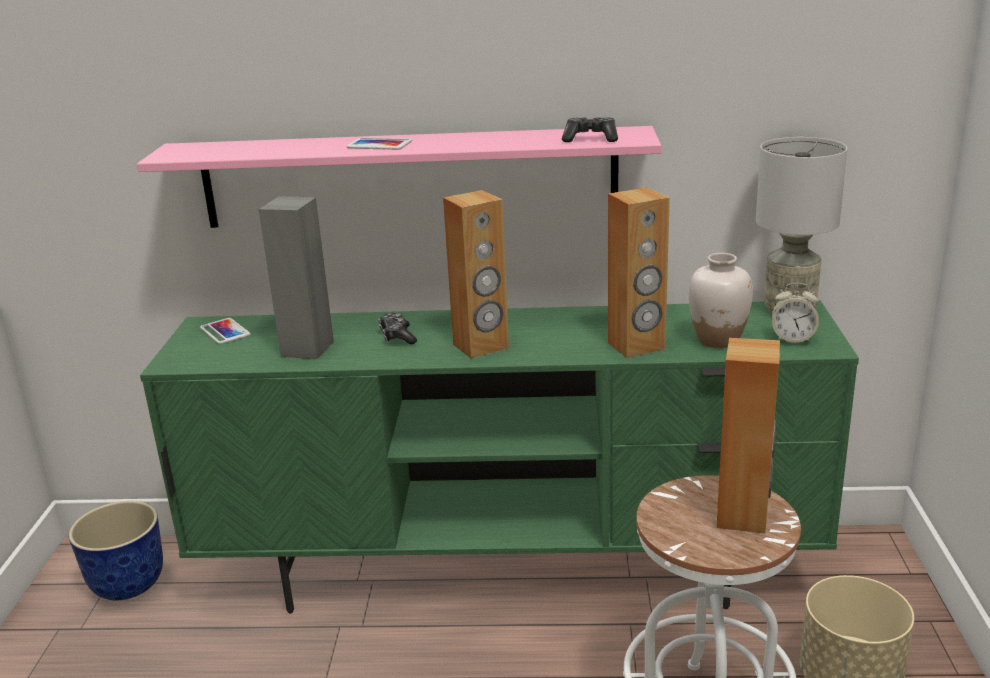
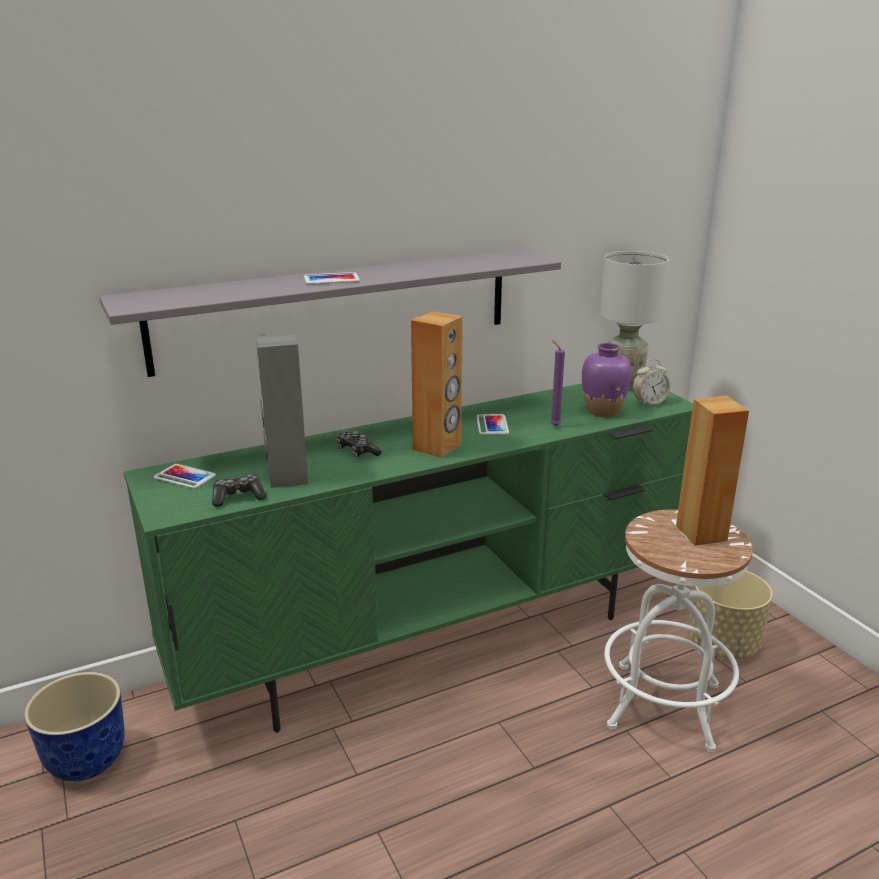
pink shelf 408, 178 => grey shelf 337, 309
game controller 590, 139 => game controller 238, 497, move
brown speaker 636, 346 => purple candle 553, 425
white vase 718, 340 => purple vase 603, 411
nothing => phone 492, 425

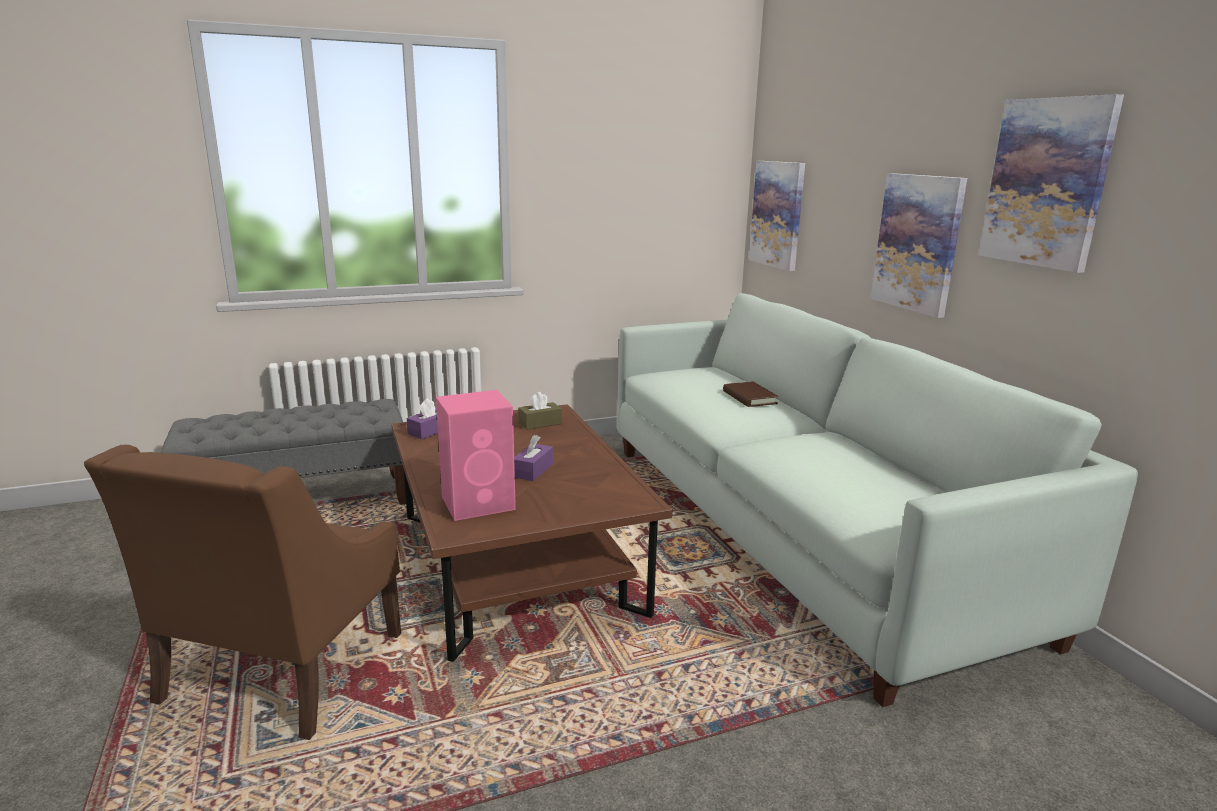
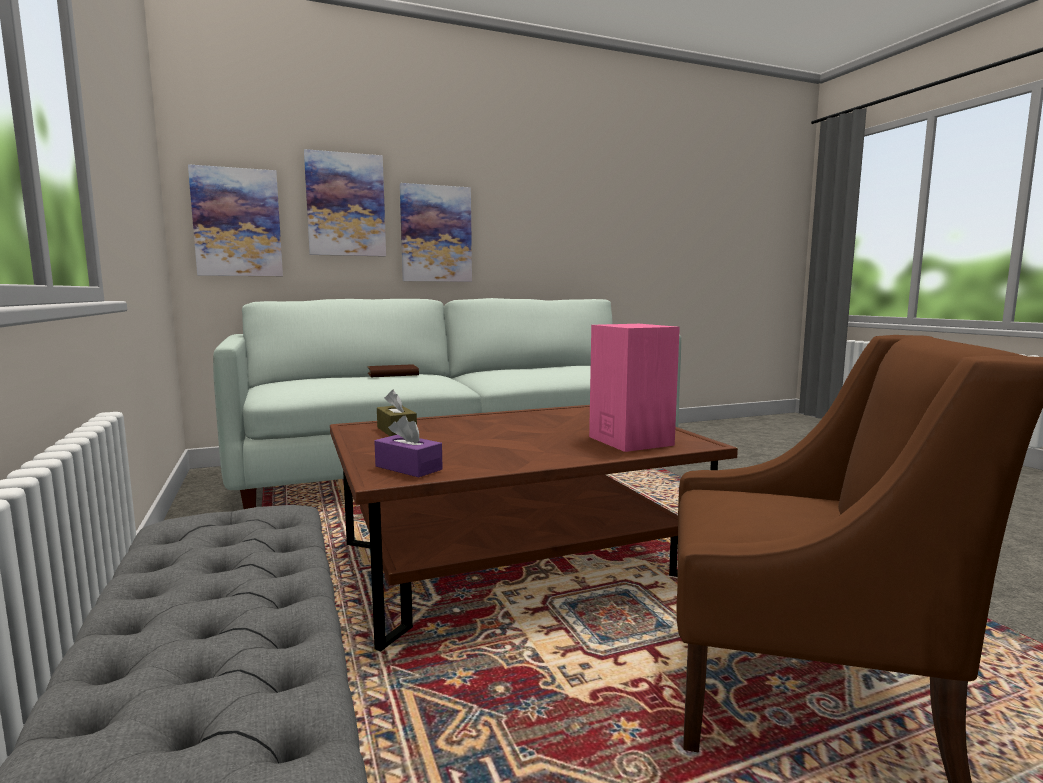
purple tissue box 532, 470 => nothing
picture 1047, 183 => picture 345, 205, move

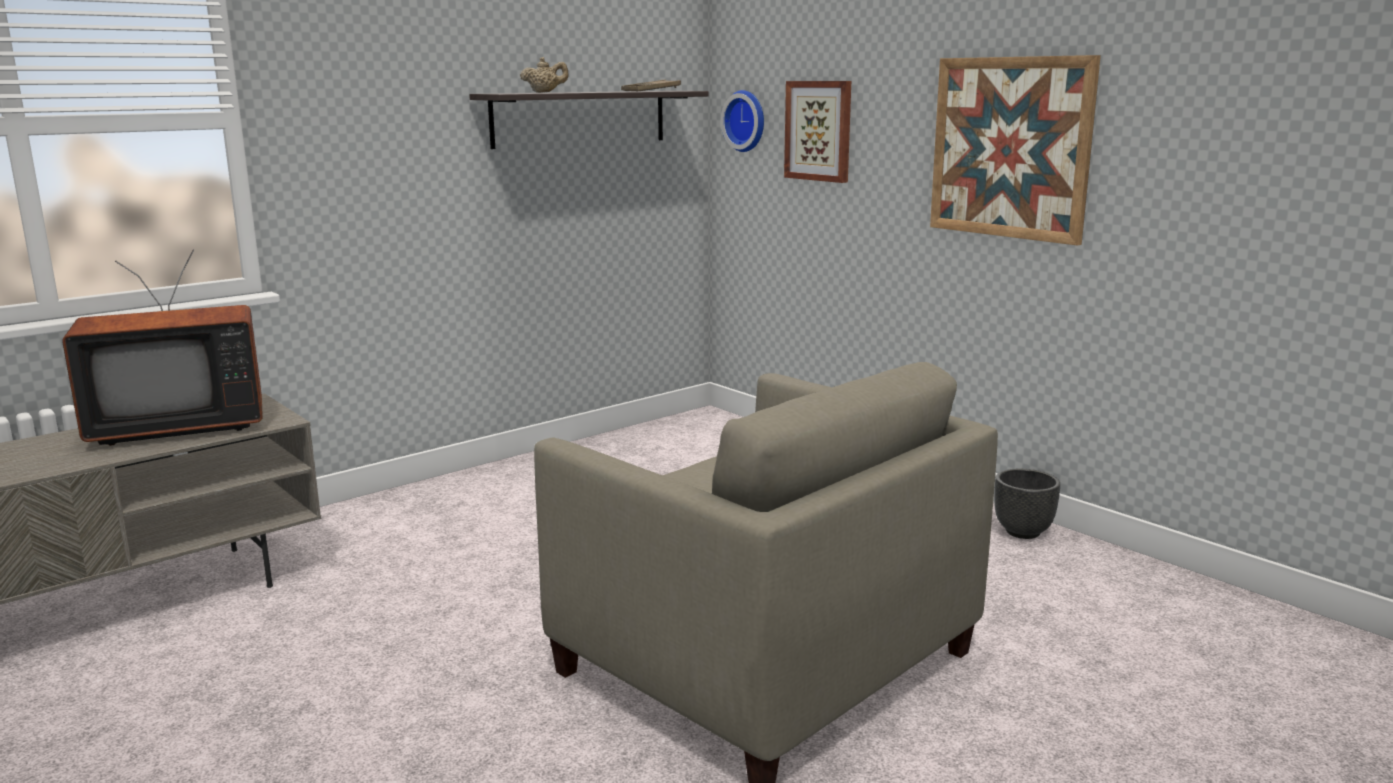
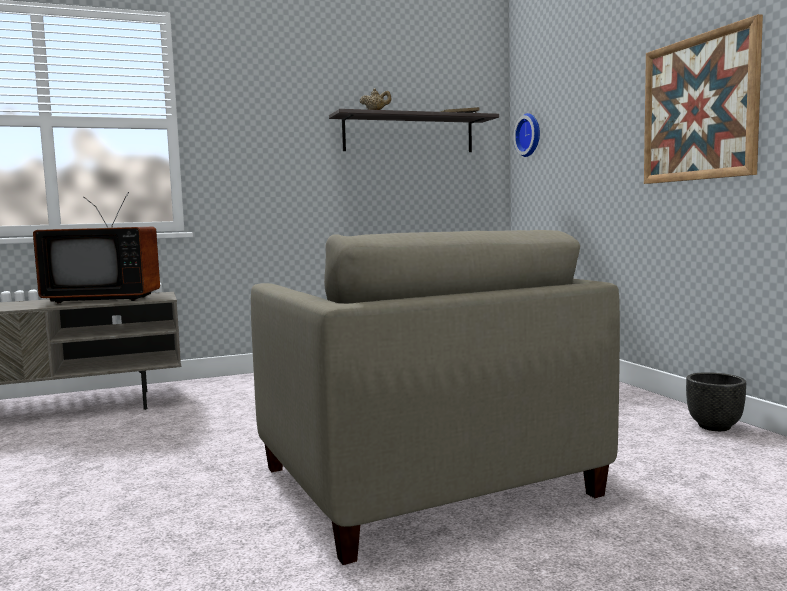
picture 819, 130 => nothing

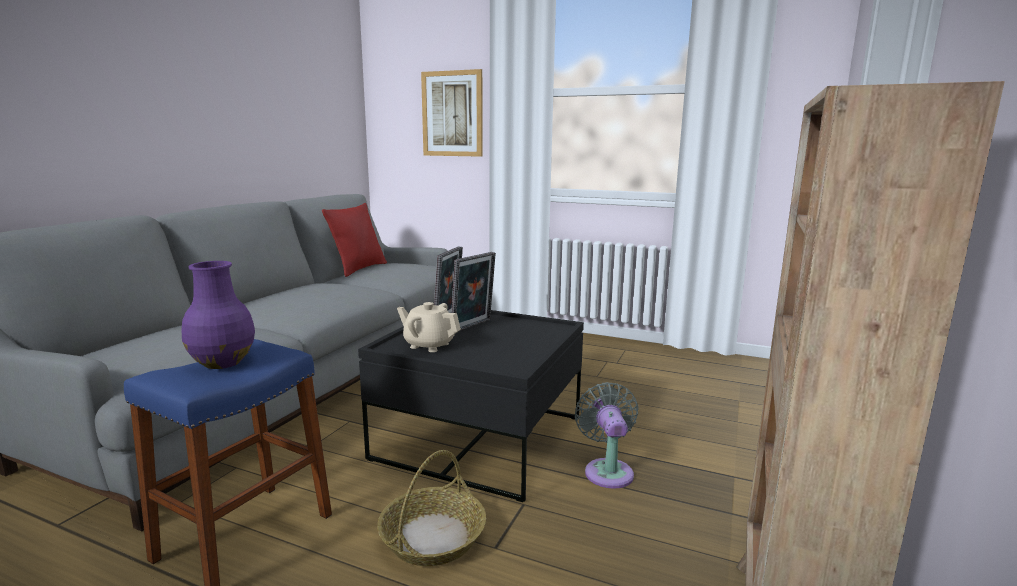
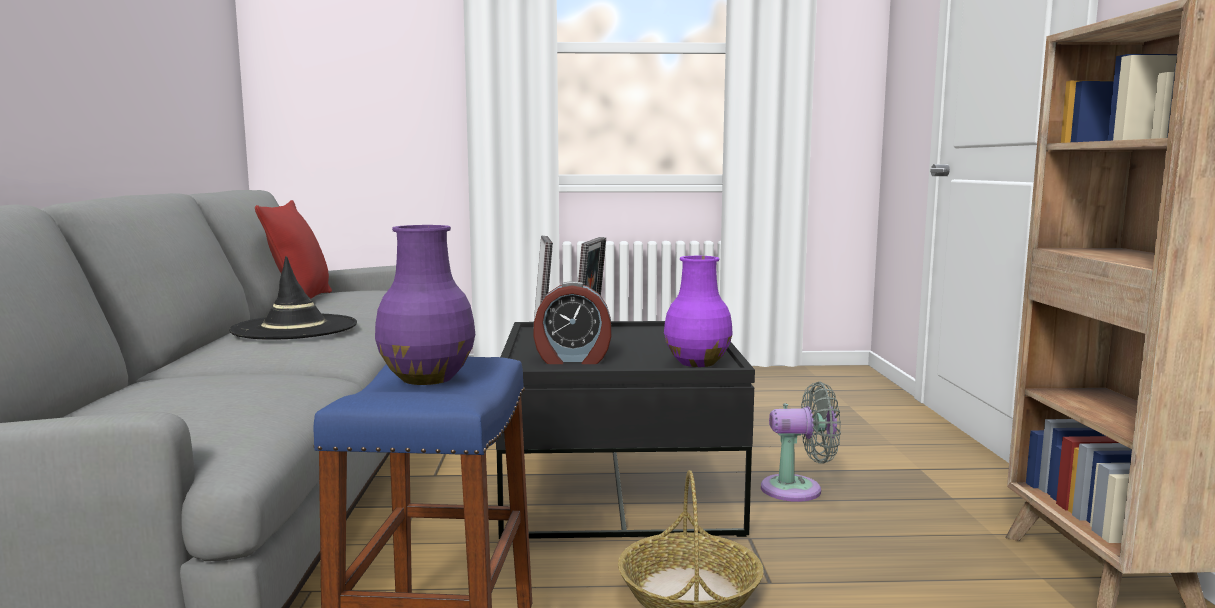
beige teapot 429, 345 => alarm clock 572, 360
picture 452, 114 => nothing
grey fan 607, 470 => grey fan 798, 489, 120 degrees clockwise
nothing => black hat 295, 328
nothing => purple vase 697, 363

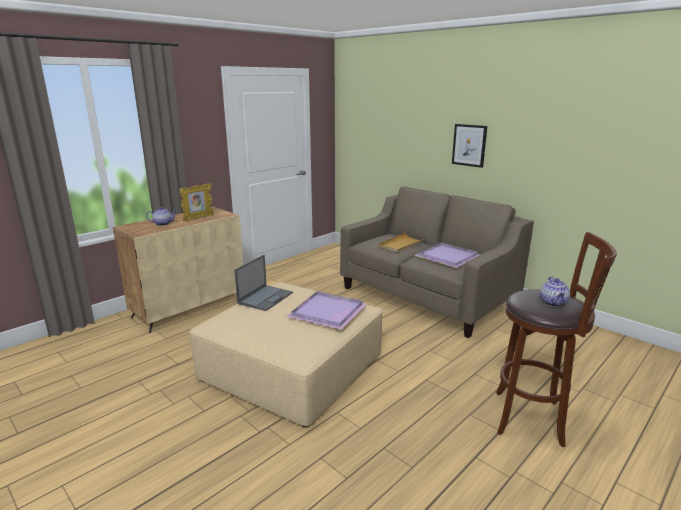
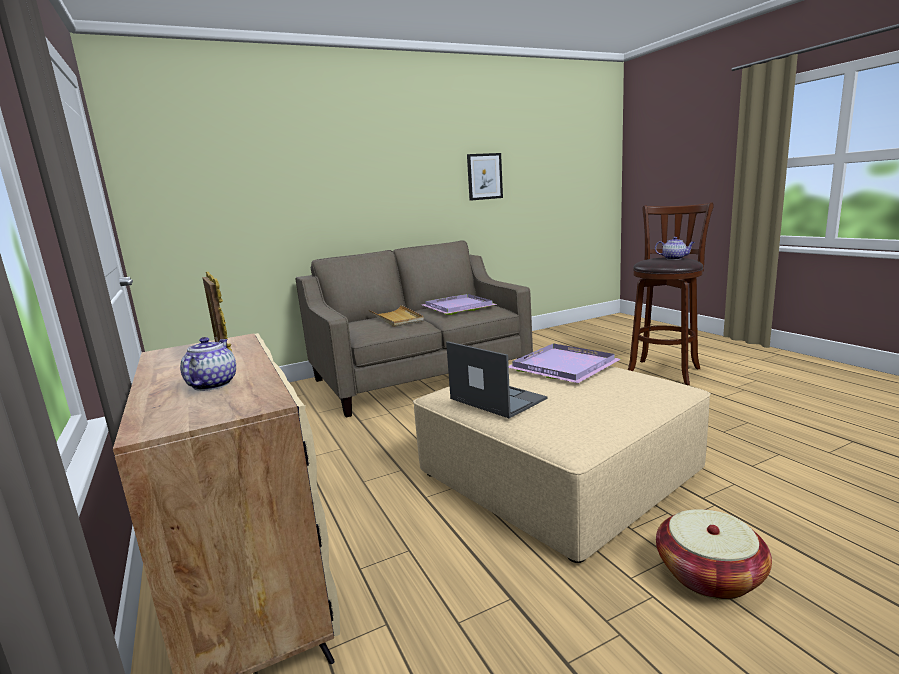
picture 469, 145 => picture 484, 176, move
nothing => basket 709, 575

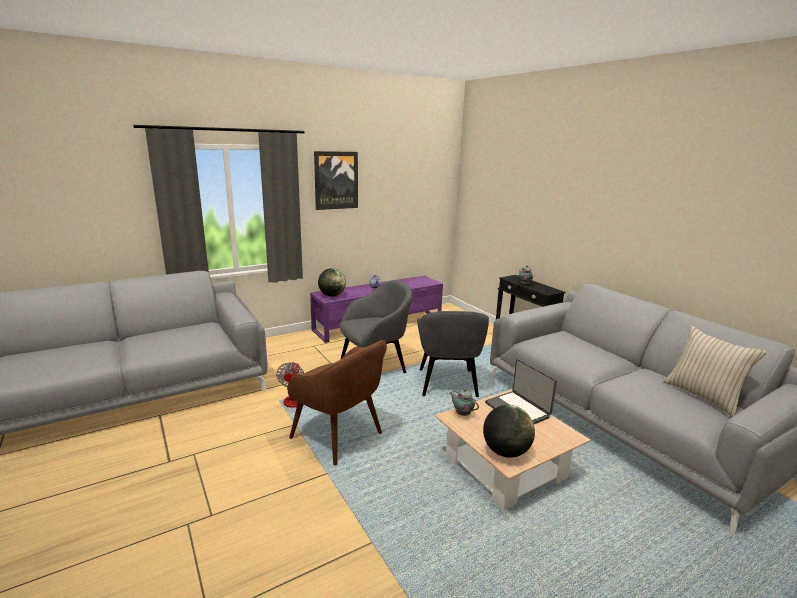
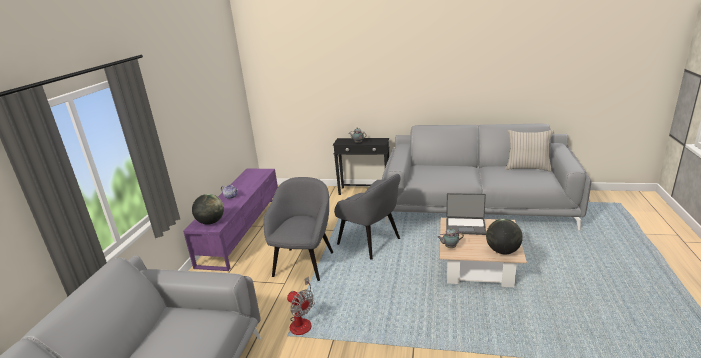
brown armchair 338, 436 => nothing
picture 336, 180 => nothing

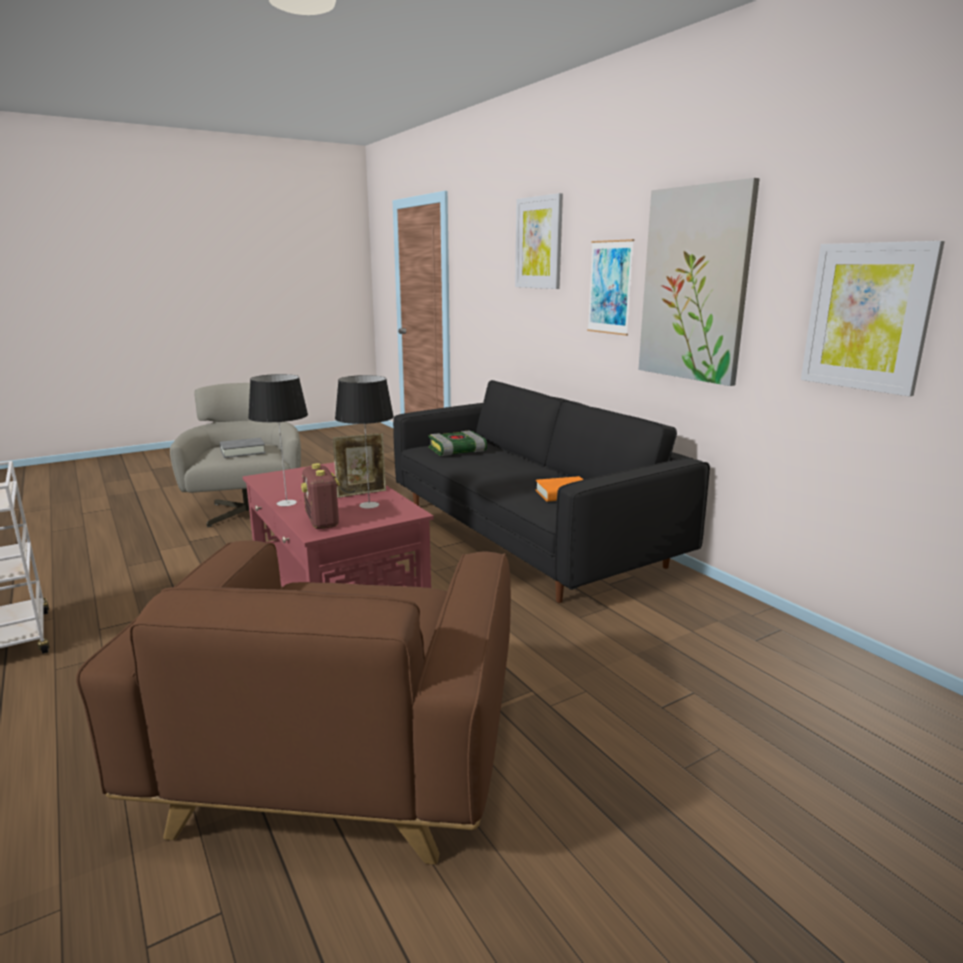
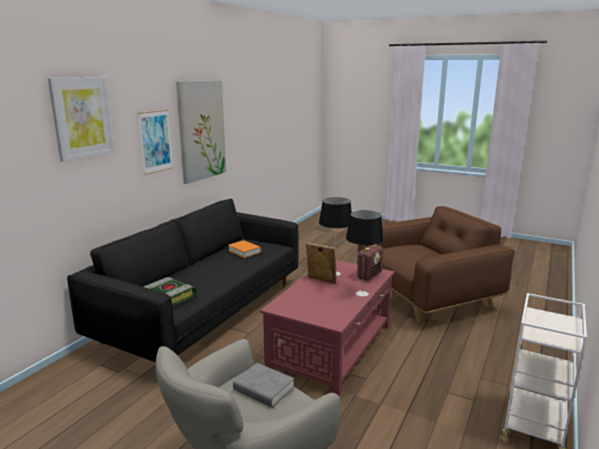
picture 867, 317 => nothing

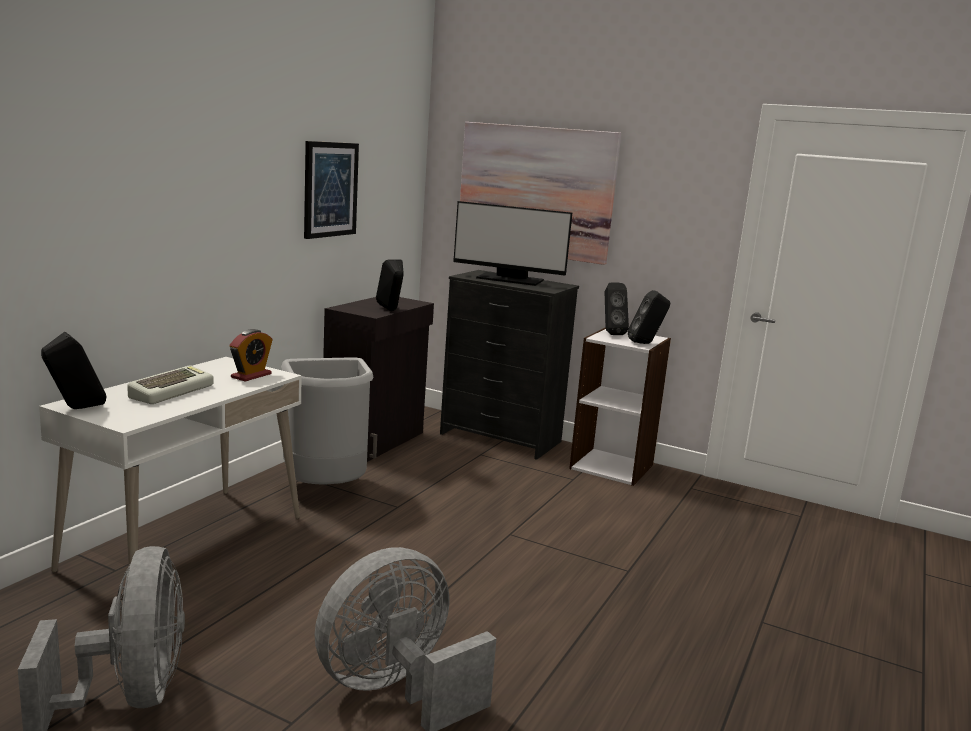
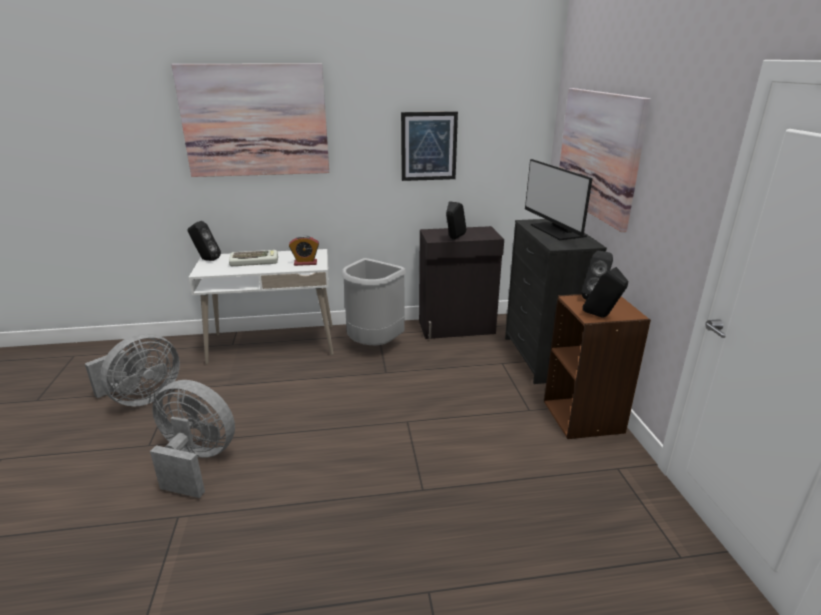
white bookcase 612, 466 => brown bookcase 584, 416
nothing => picture 255, 121

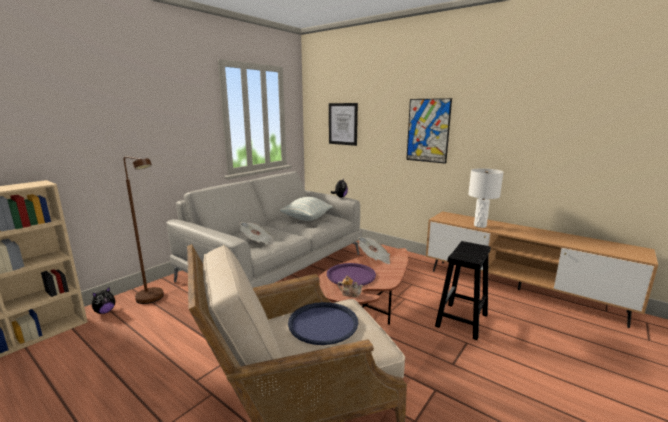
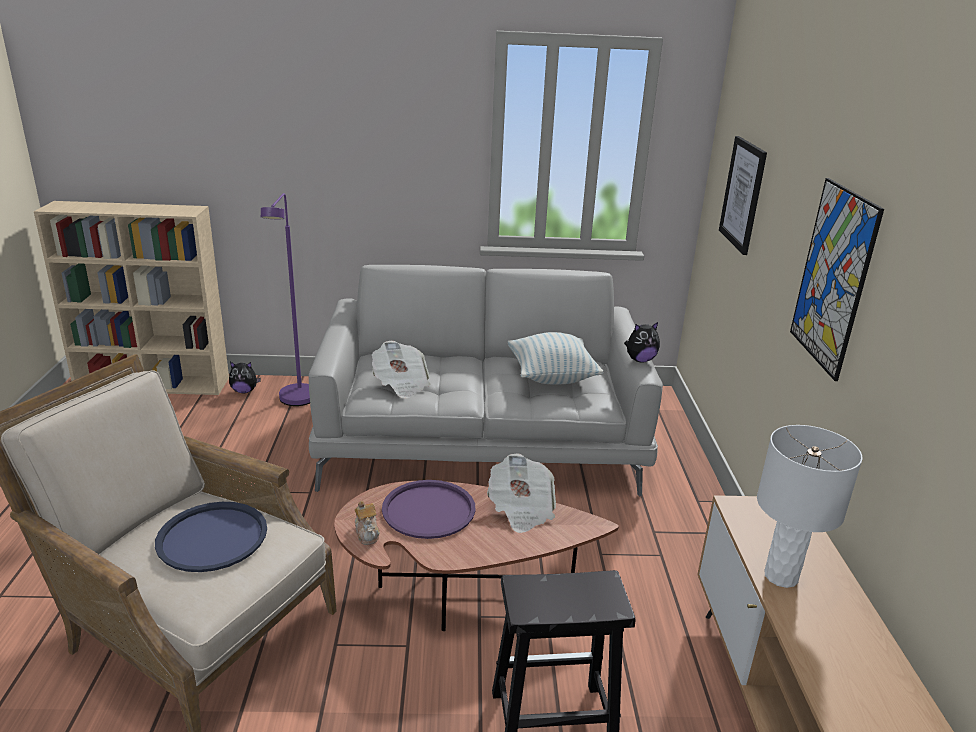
brown floor lamp 153, 299 => purple floor lamp 296, 402

